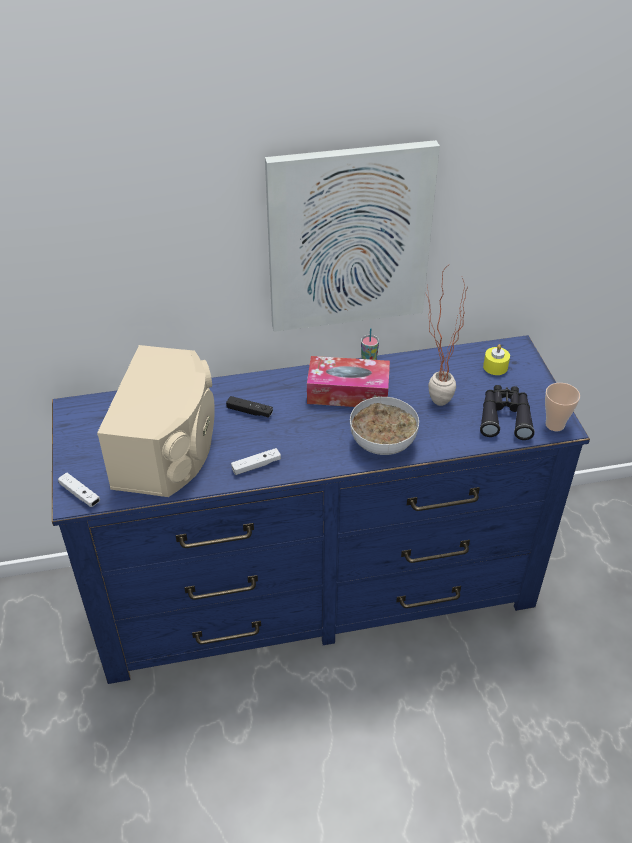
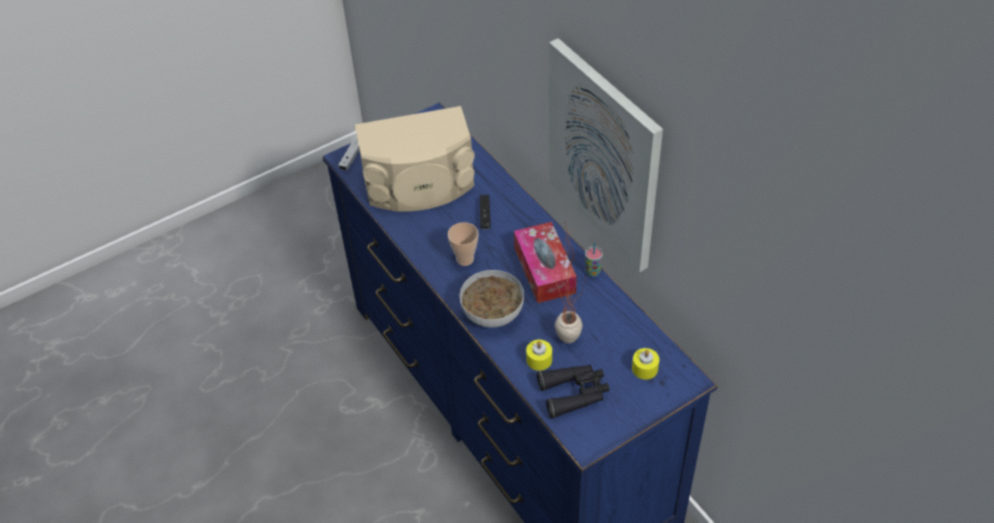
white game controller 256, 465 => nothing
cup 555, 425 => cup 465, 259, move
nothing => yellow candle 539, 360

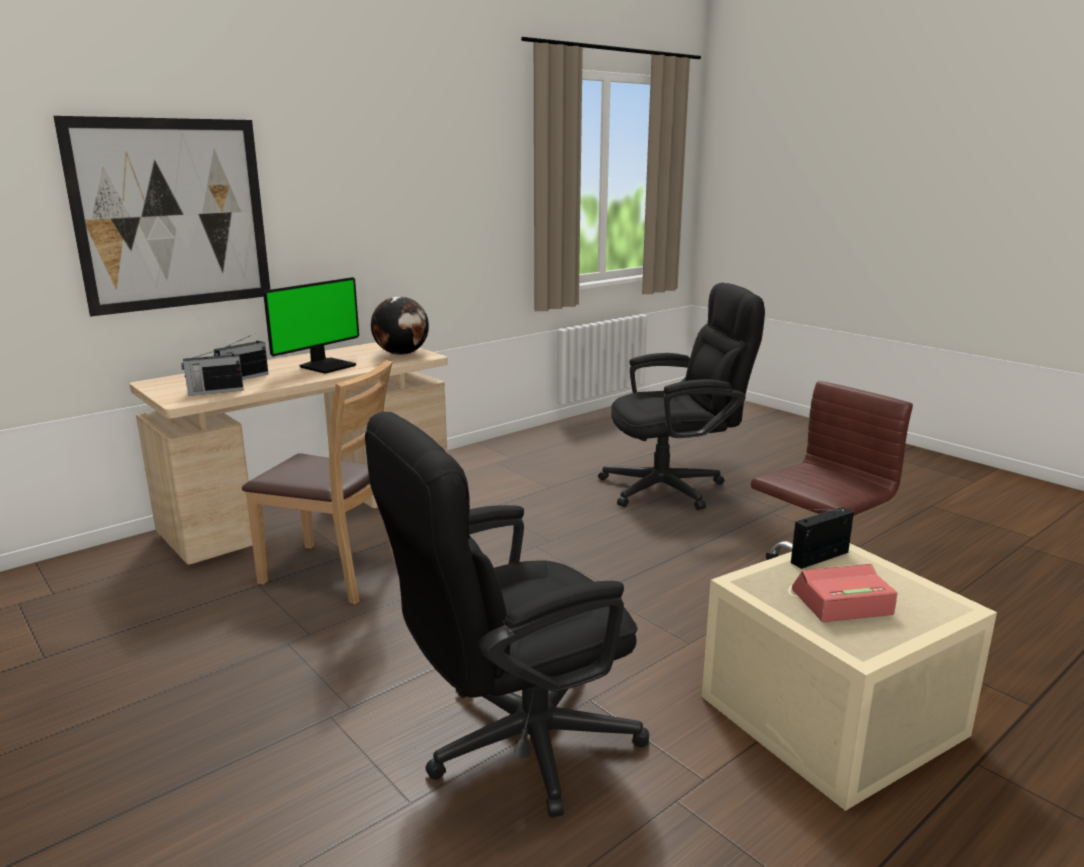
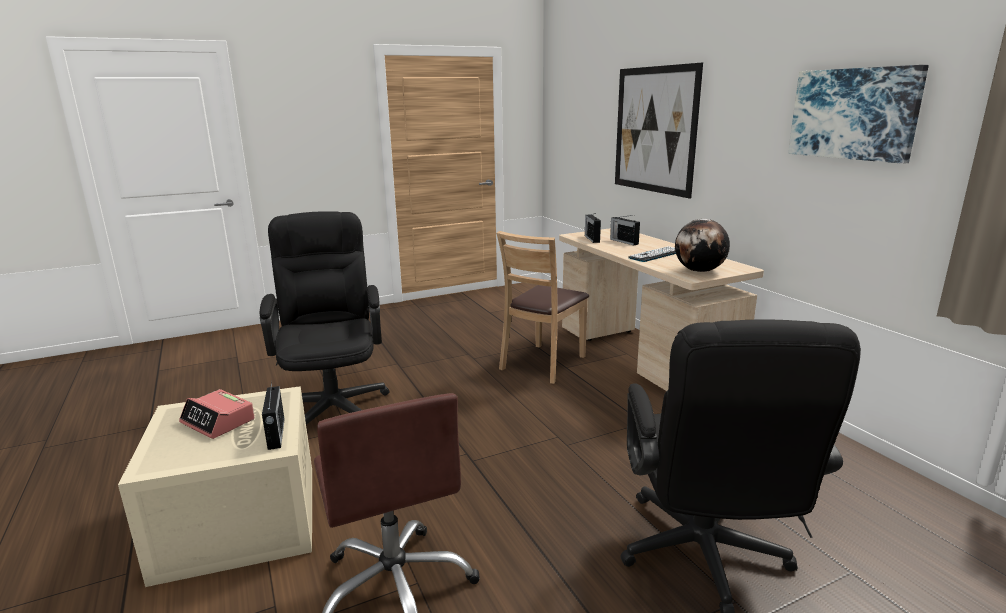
monitor 327, 366 => keyboard 656, 255
alarm clock 841, 603 => alarm clock 218, 421, 120 degrees clockwise
nothing => picture 853, 114

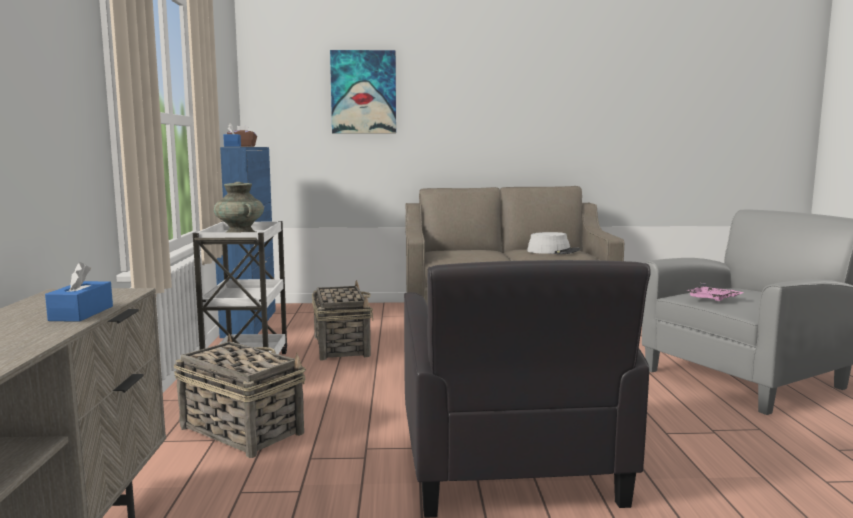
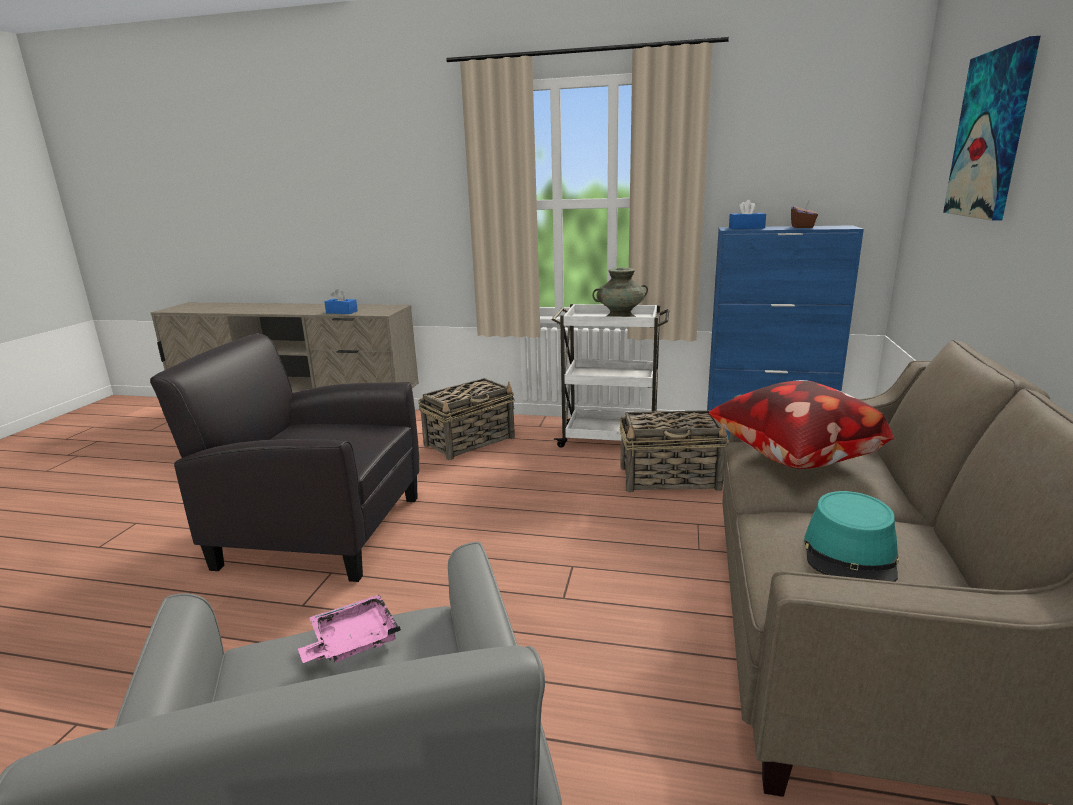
grey hat 553, 251 => turquoise hat 850, 554
nothing => pillow 793, 460

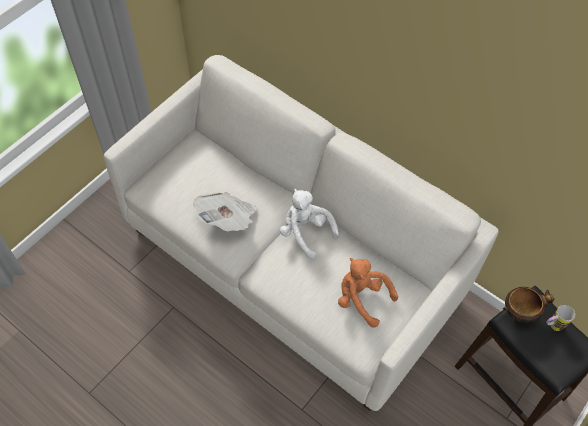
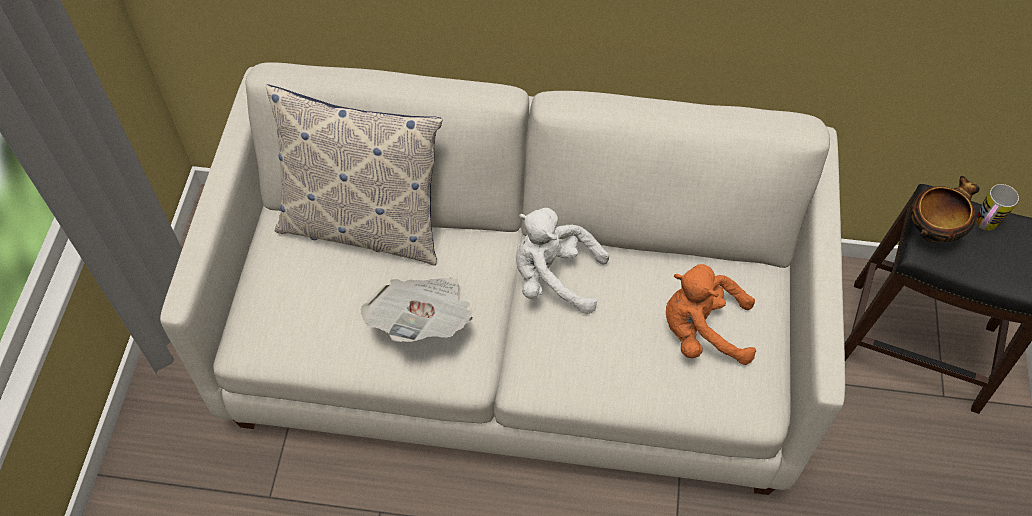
nothing => pillow 363, 226

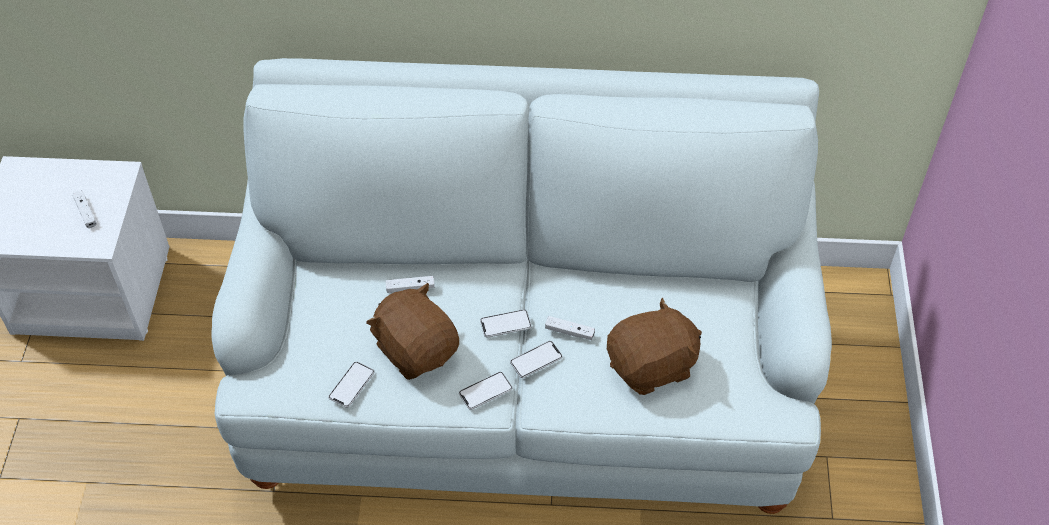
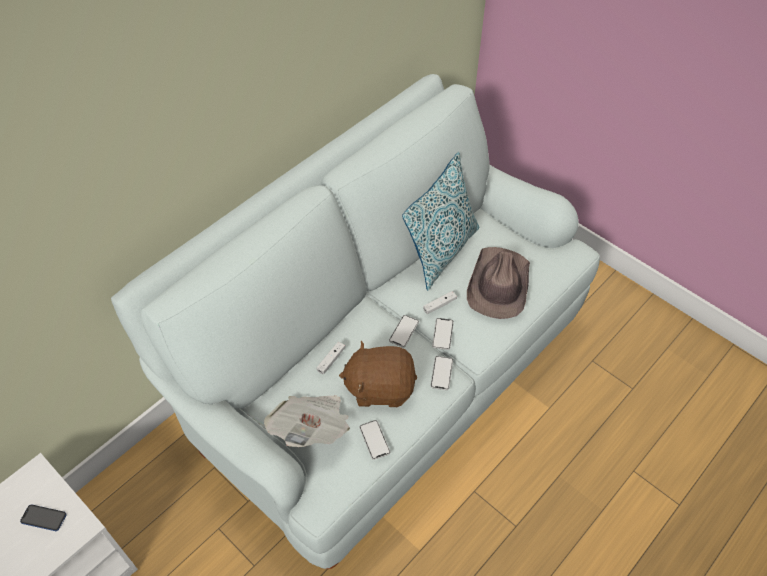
white game controller 86, 212 => phone 44, 518
brown plush toy 652, 366 => brown hat 498, 284
nothing => newspaper 312, 429
nothing => pillow 441, 252

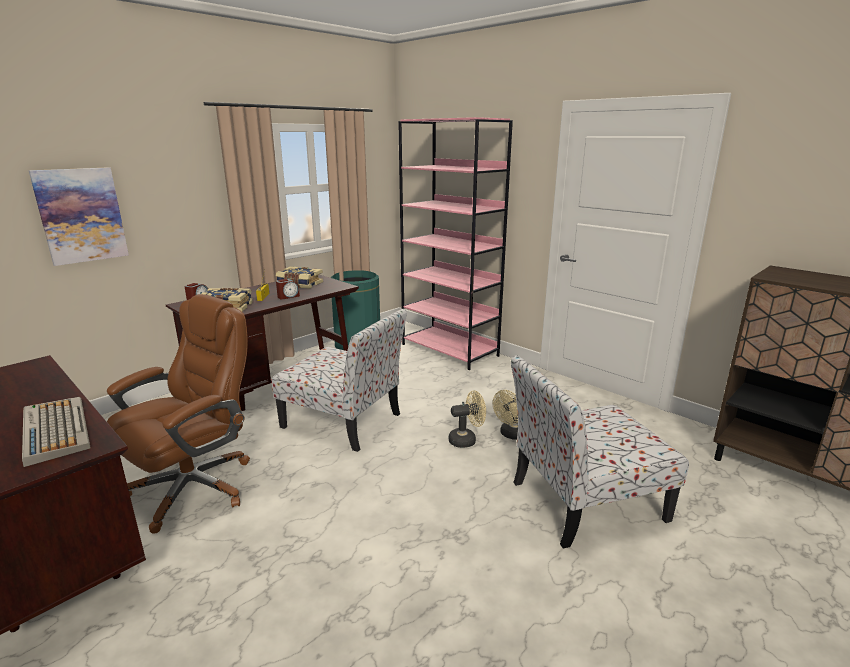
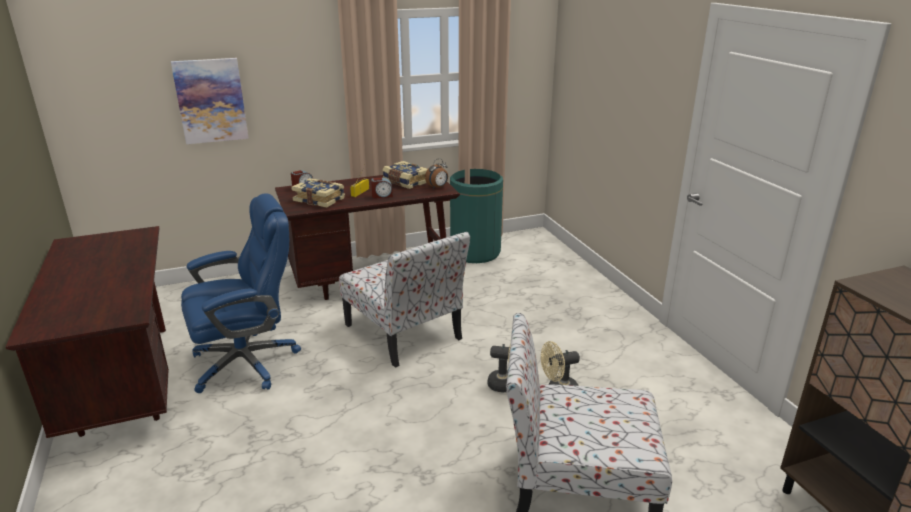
keyboard 54, 430 => nothing
brown office chair 195, 487 => blue office chair 247, 362
pink bookcase 450, 350 => nothing
nothing => alarm clock 437, 187

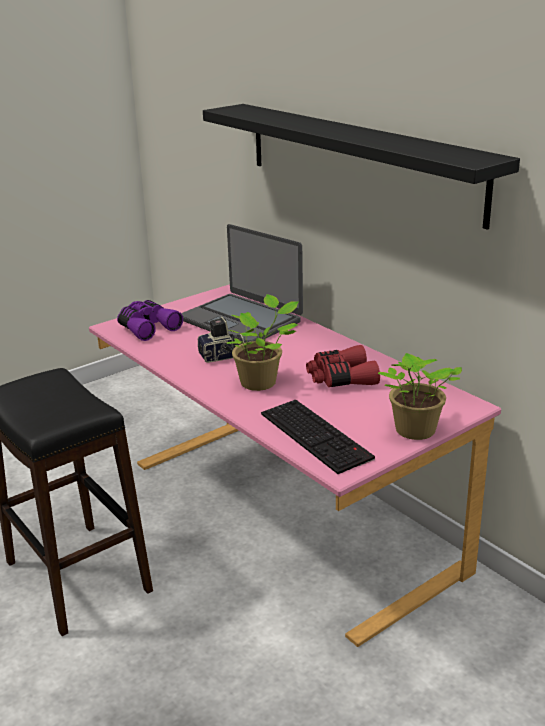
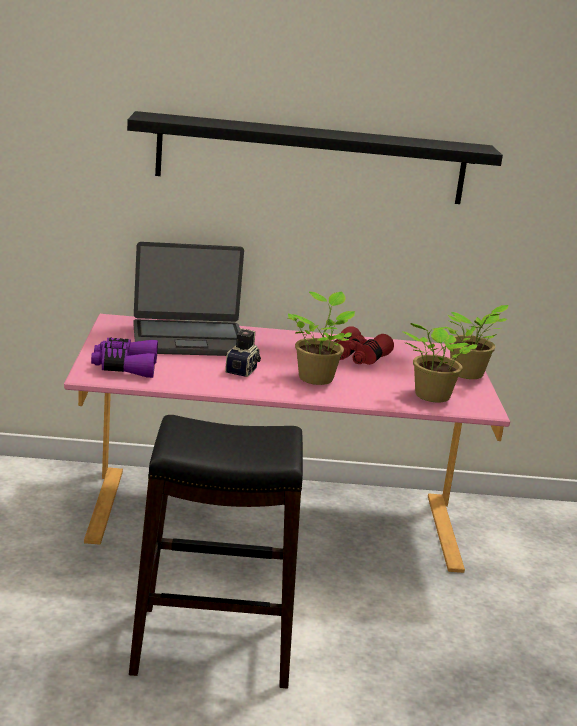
keyboard 318, 436 => potted plant 430, 396

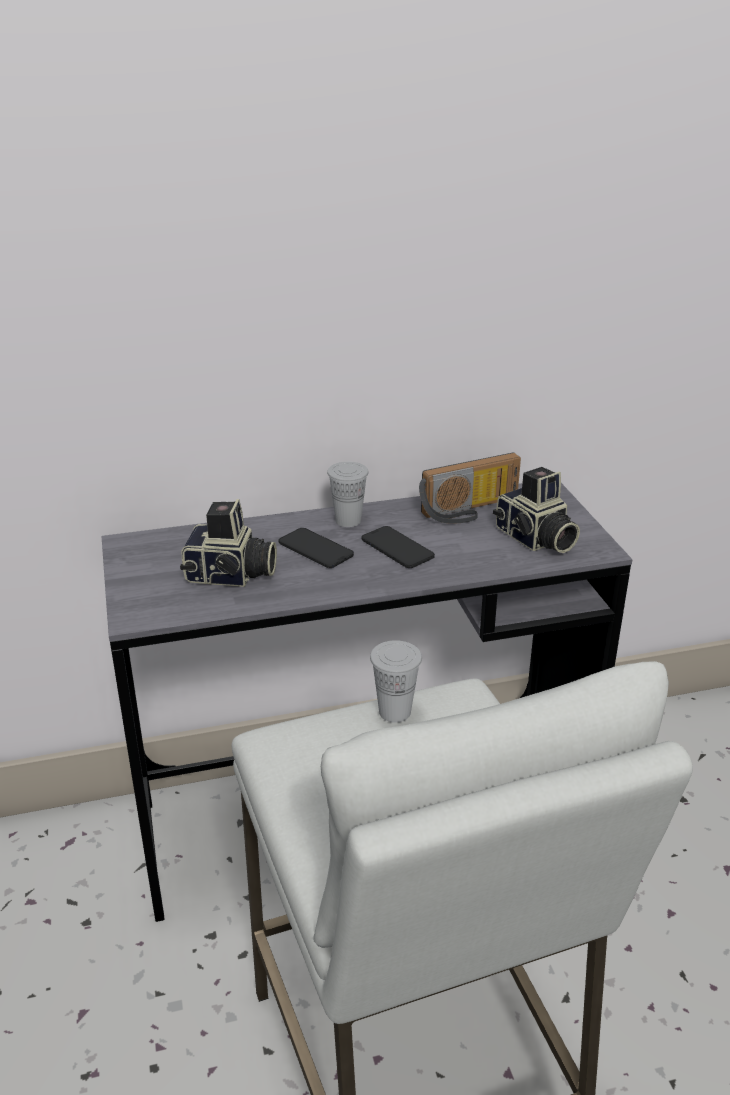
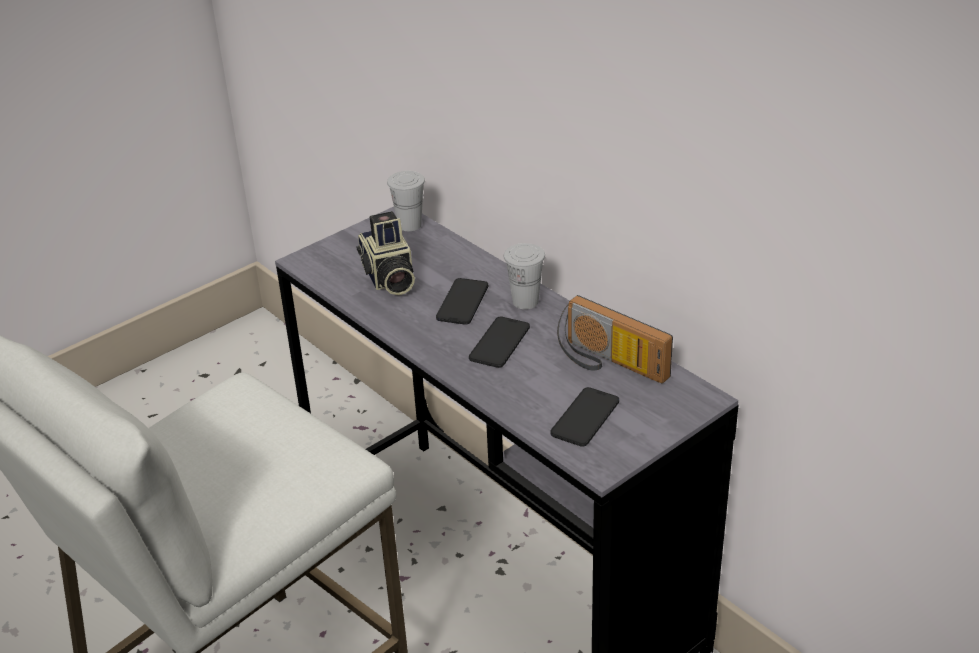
white cup 394, 712 => white cup 409, 225, move
photo camera 534, 539 => phone 585, 417

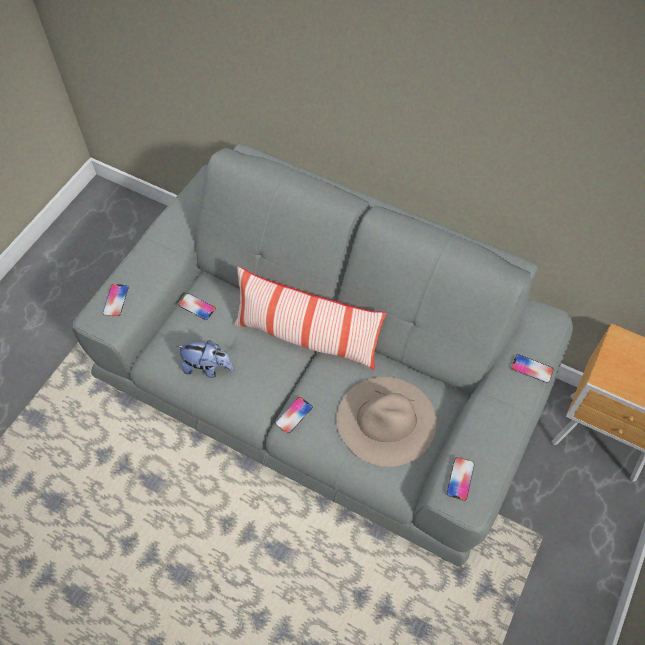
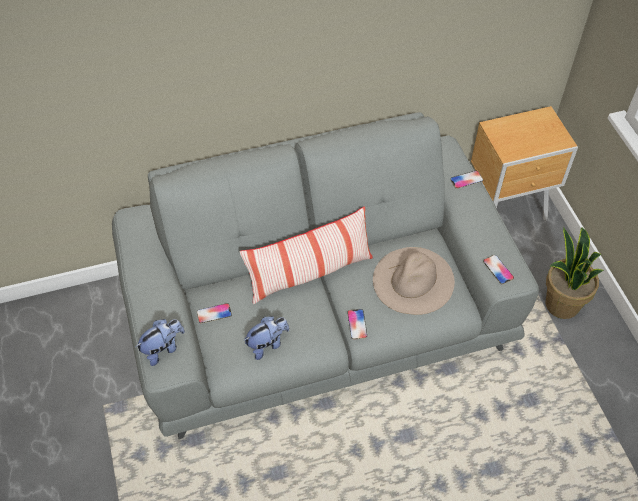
phone 116, 300 => plush toy 163, 348
nothing => potted plant 561, 304

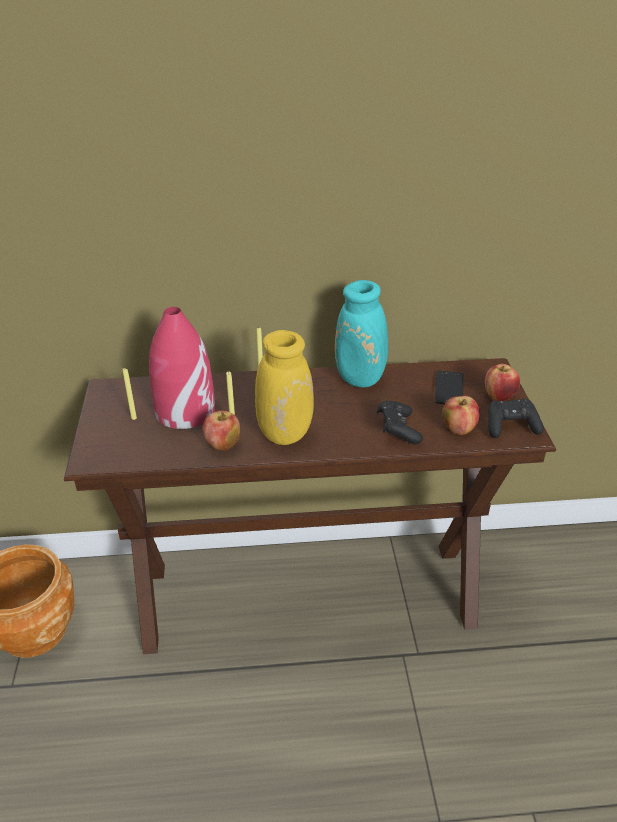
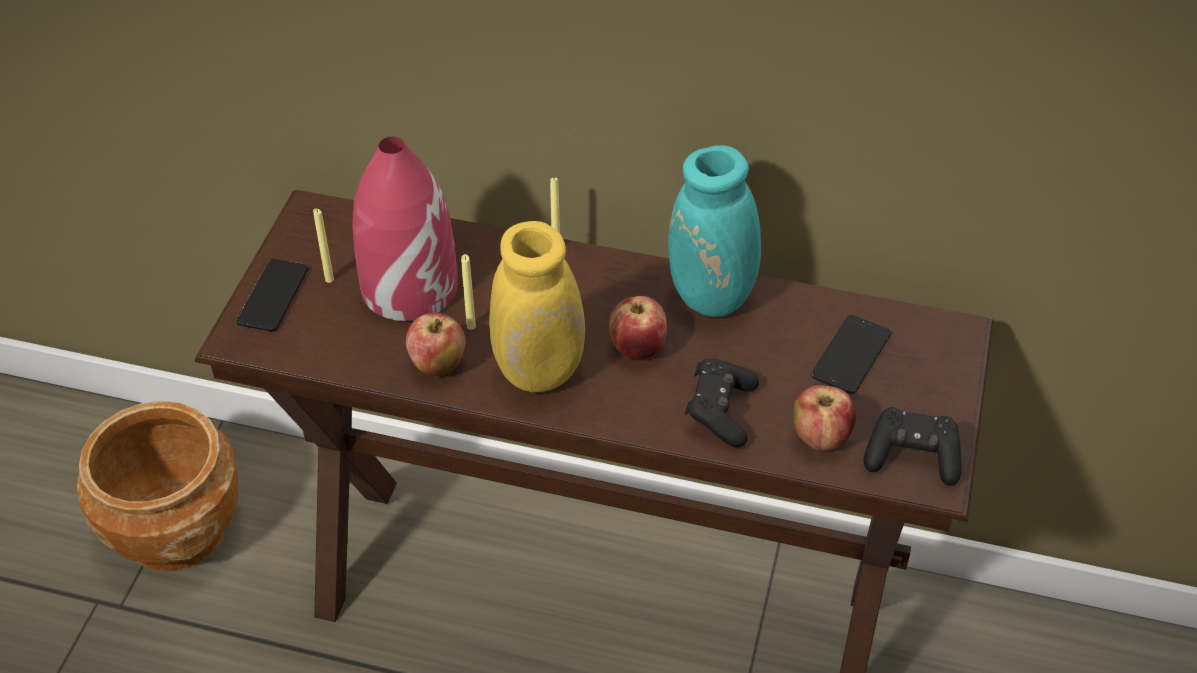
apple 499, 396 => apple 638, 348, move
nothing => phone 273, 296

